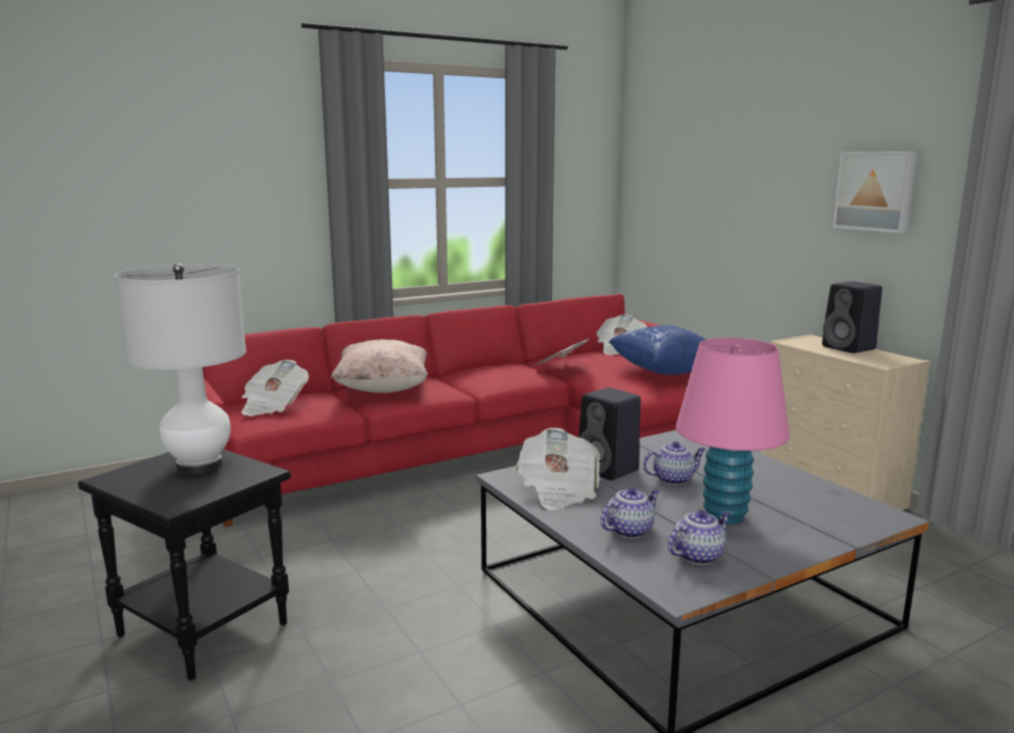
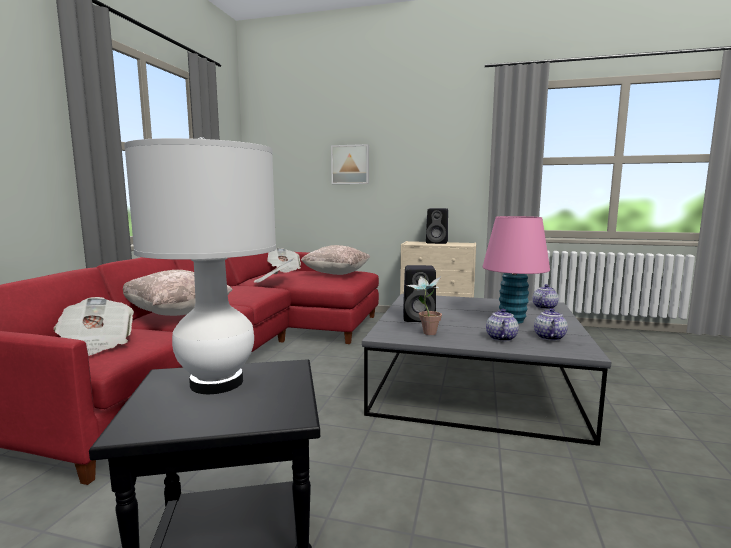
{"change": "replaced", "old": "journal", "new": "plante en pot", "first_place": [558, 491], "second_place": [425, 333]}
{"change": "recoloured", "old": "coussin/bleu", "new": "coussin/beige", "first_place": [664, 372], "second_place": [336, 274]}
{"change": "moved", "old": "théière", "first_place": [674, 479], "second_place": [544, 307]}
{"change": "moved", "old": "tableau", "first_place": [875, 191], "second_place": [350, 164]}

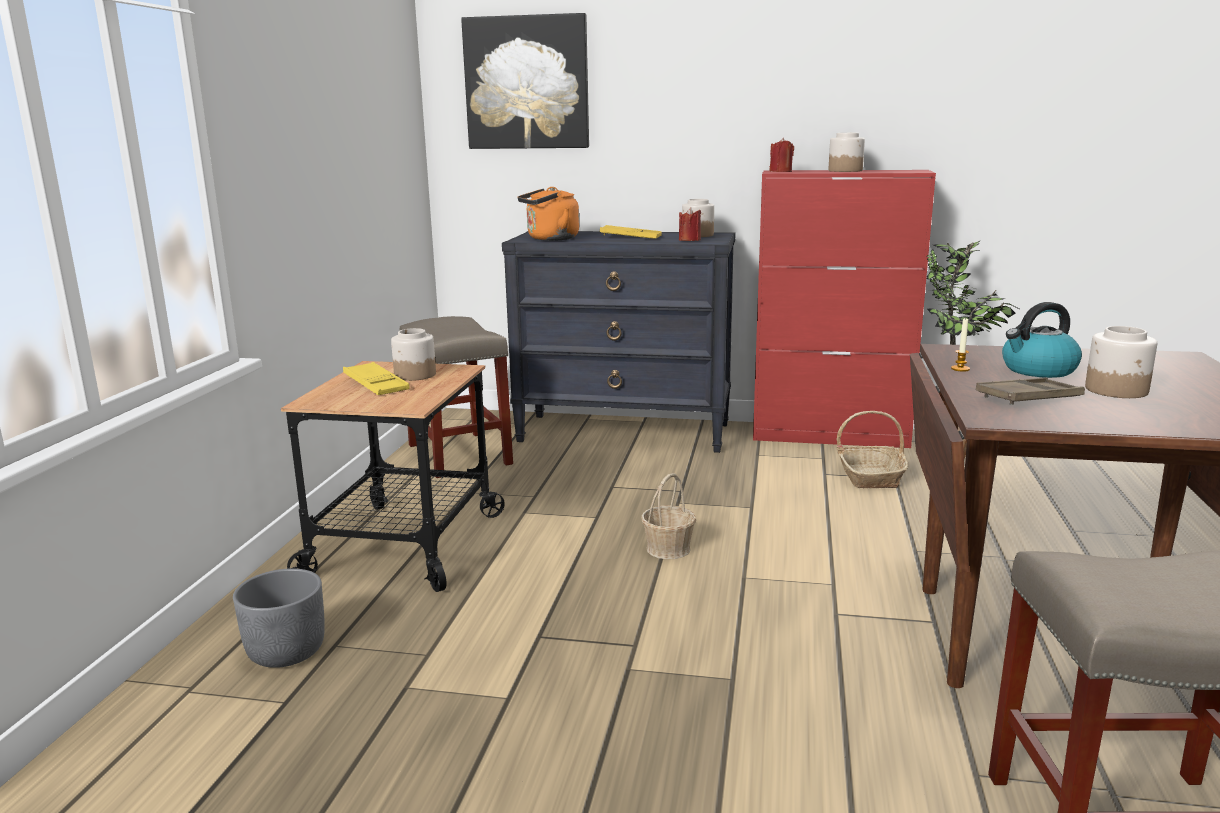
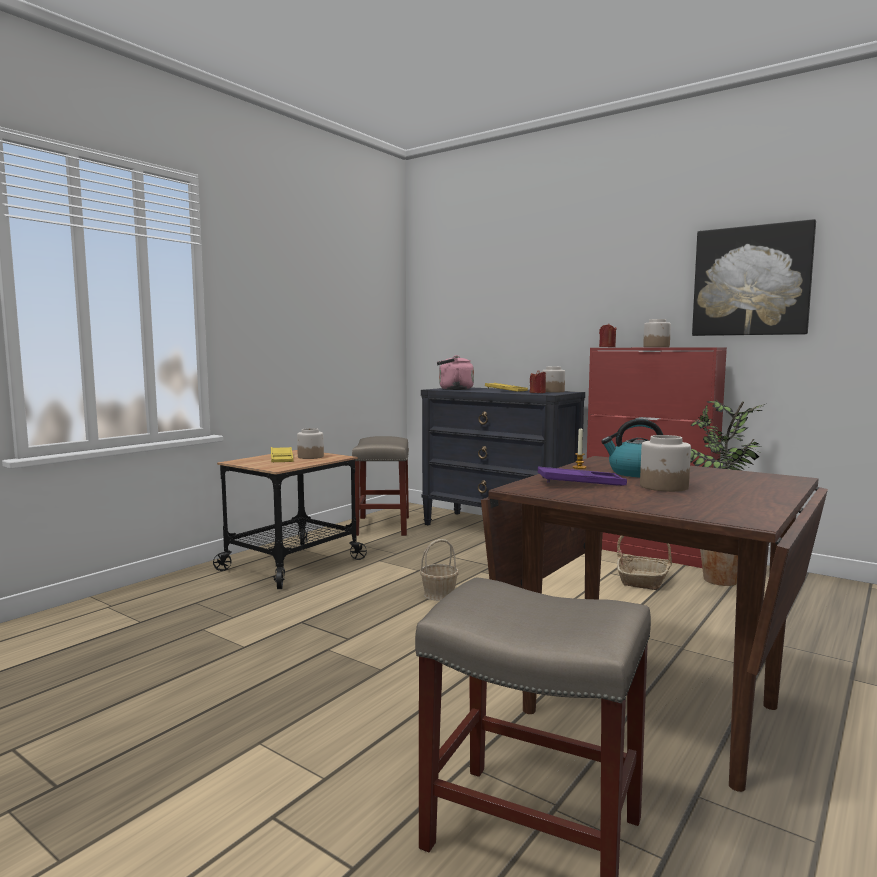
{"change": "removed", "old": "cache-pot/gris", "first_place": [285, 652]}
{"change": "moved", "old": "tableau", "first_place": [527, 83], "second_place": [751, 281]}
{"change": "recoloured", "old": "bouilloire/orange", "new": "bouilloire/rose", "first_place": [550, 239], "second_place": [453, 389]}
{"change": "recoloured", "old": "plateau/marron", "new": "plateau/violet", "first_place": [1029, 398], "second_place": [580, 483]}

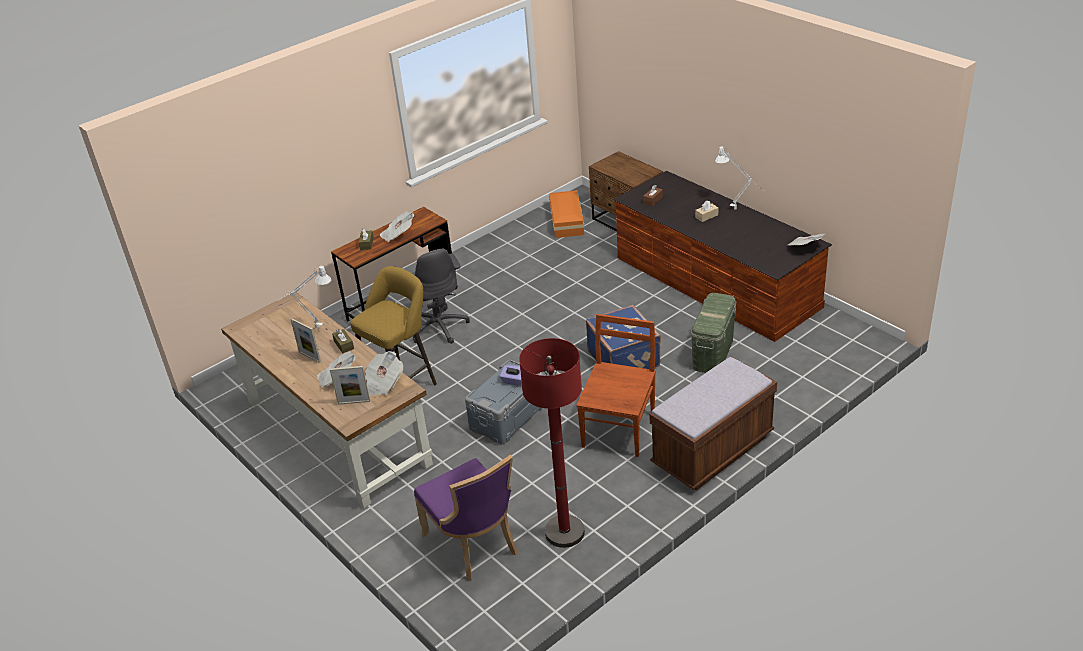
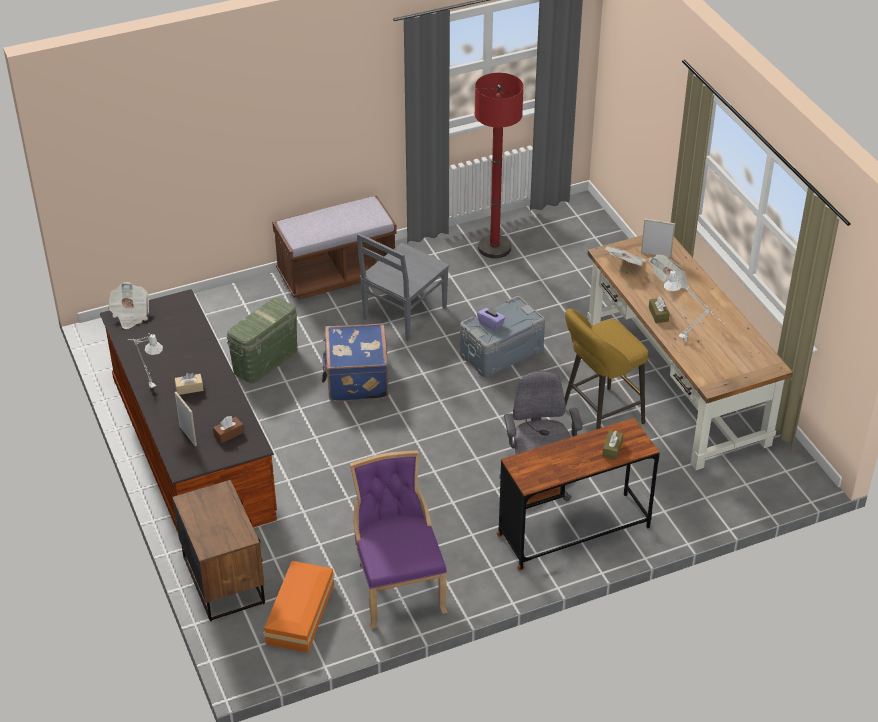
{"change": "moved", "old": "cadre photo", "first_place": [309, 357], "second_place": [188, 435]}
{"change": "removed", "old": "journal", "first_place": [398, 235]}
{"change": "moved", "old": "chaise/violet", "first_place": [474, 545], "second_place": [397, 586]}
{"change": "recoloured", "old": "chaise/marron", "new": "chaise/gris", "first_place": [619, 428], "second_place": [403, 314]}

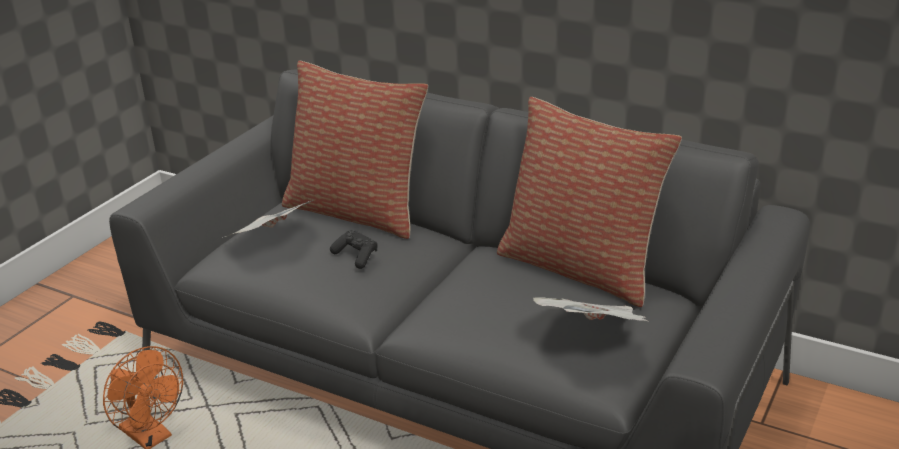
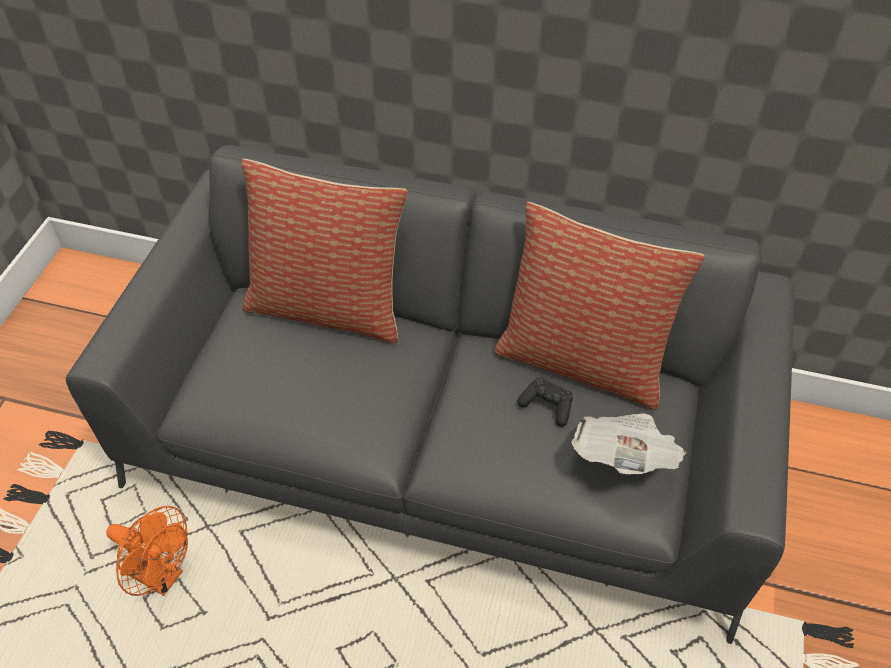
{"change": "removed", "old": "journal", "first_place": [271, 241]}
{"change": "moved", "old": "manette/noir", "first_place": [356, 256], "second_place": [547, 406]}

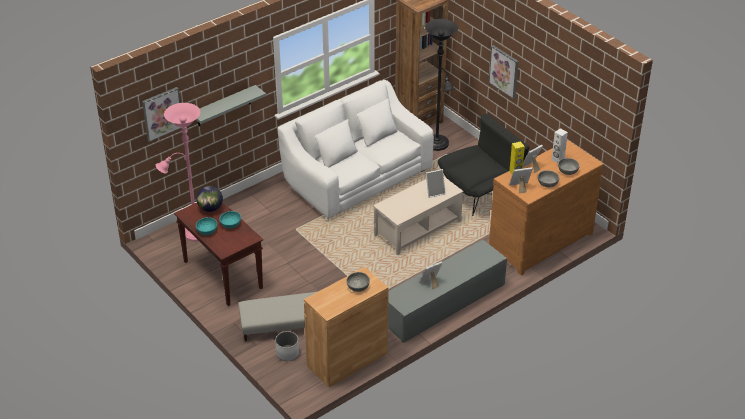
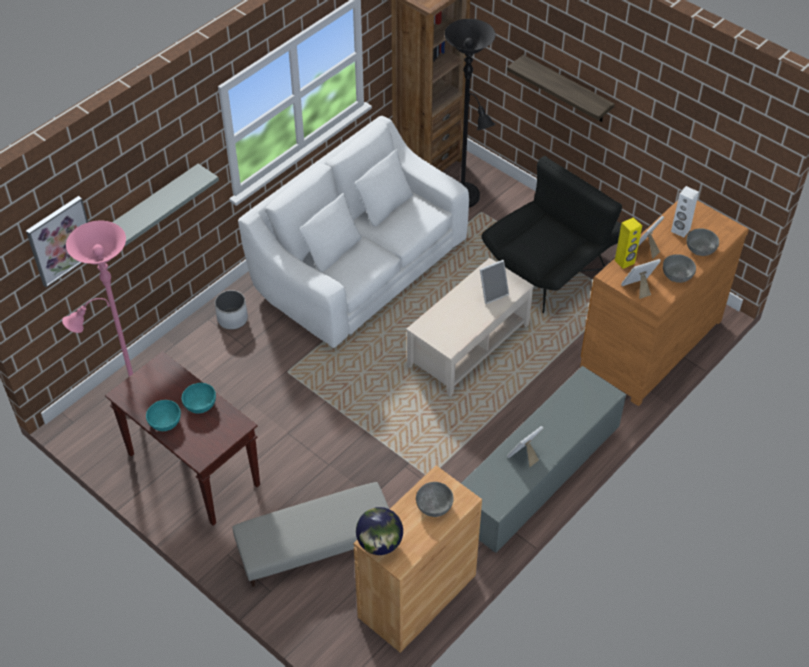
{"change": "moved", "old": "globe", "first_place": [210, 208], "second_place": [379, 543]}
{"change": "moved", "old": "cache-pot/blanc", "first_place": [287, 353], "second_place": [232, 318]}
{"change": "replaced", "old": "tableau", "new": "étagère", "first_place": [504, 71], "second_place": [566, 90]}

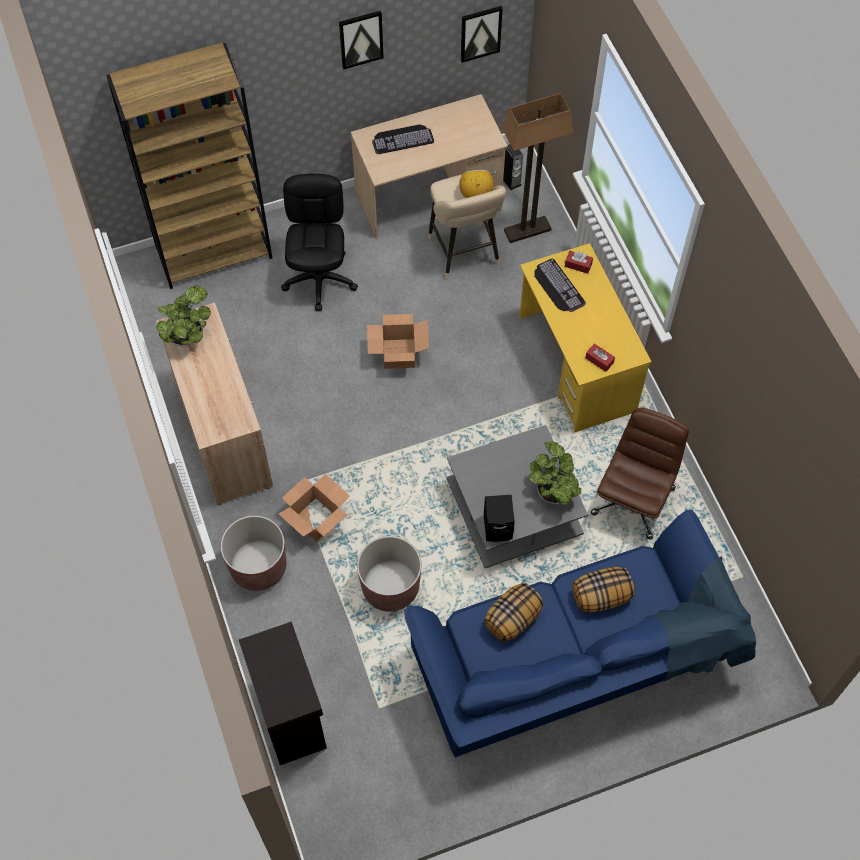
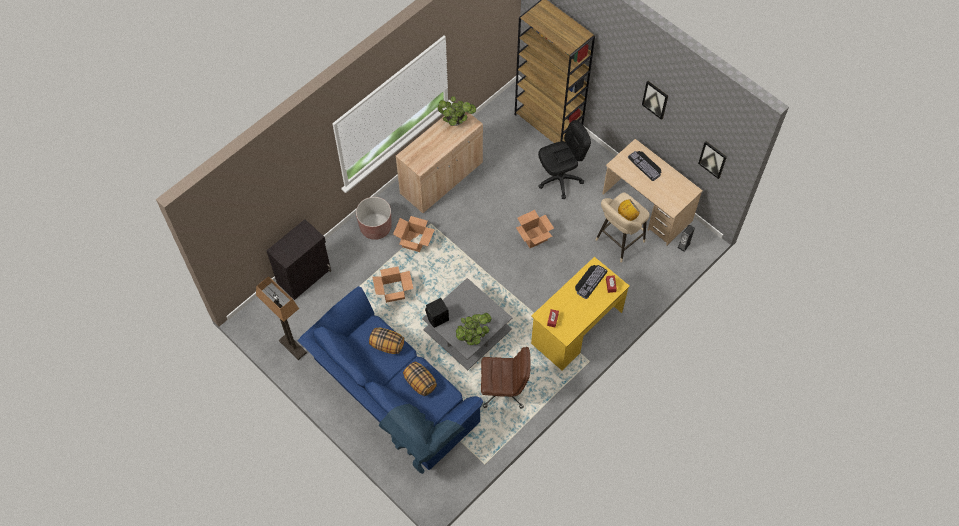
{"change": "replaced", "old": "cache-pot/marron", "new": "carton", "first_place": [390, 587], "second_place": [393, 291]}
{"change": "moved", "old": "lampadaire", "first_place": [527, 231], "second_place": [292, 347]}

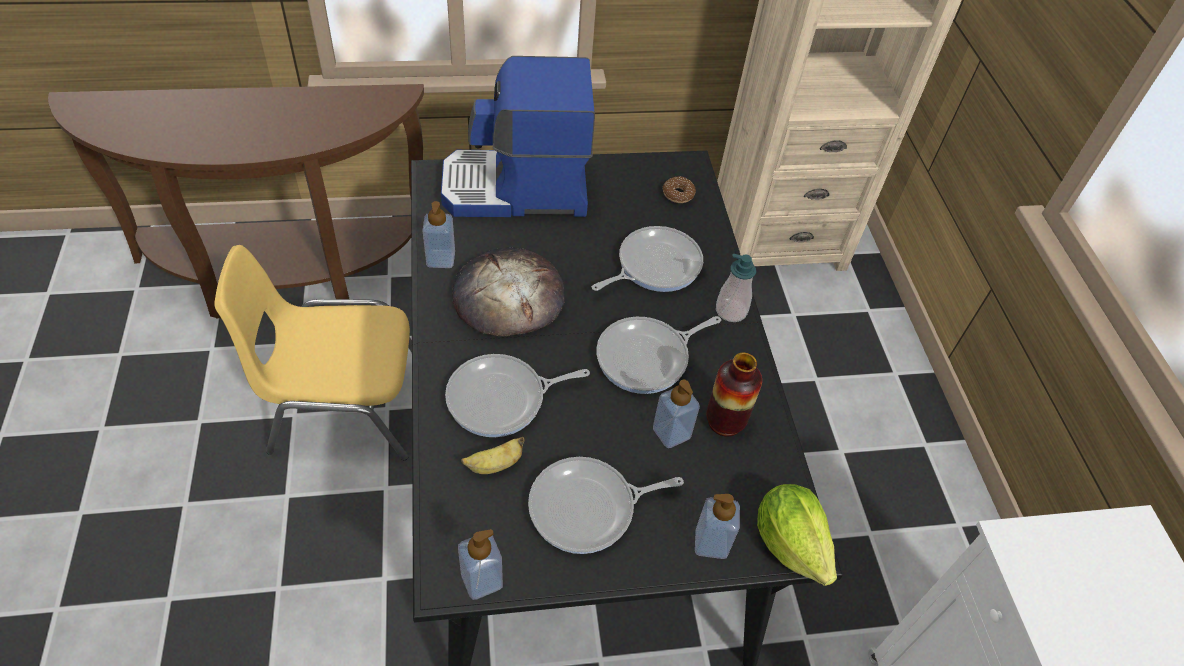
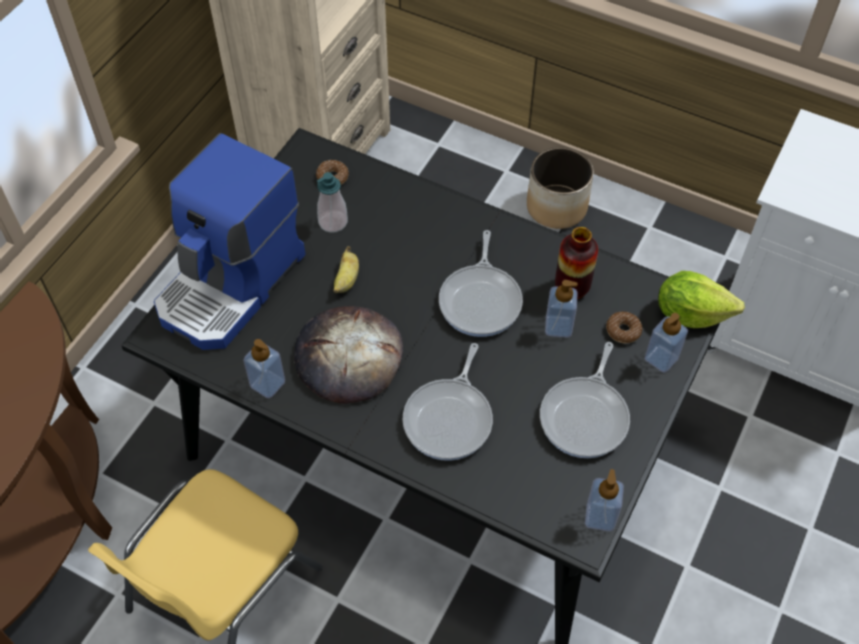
{"change": "moved", "old": "banane", "first_place": [494, 465], "second_place": [346, 280]}
{"change": "removed", "old": "poêle", "first_place": [654, 266]}
{"change": "moved", "old": "distributeur de savon", "first_place": [731, 311], "second_place": [333, 222]}
{"change": "added", "new": "cache-pot", "second_place": [556, 207]}
{"change": "added", "new": "beignet", "second_place": [623, 331]}

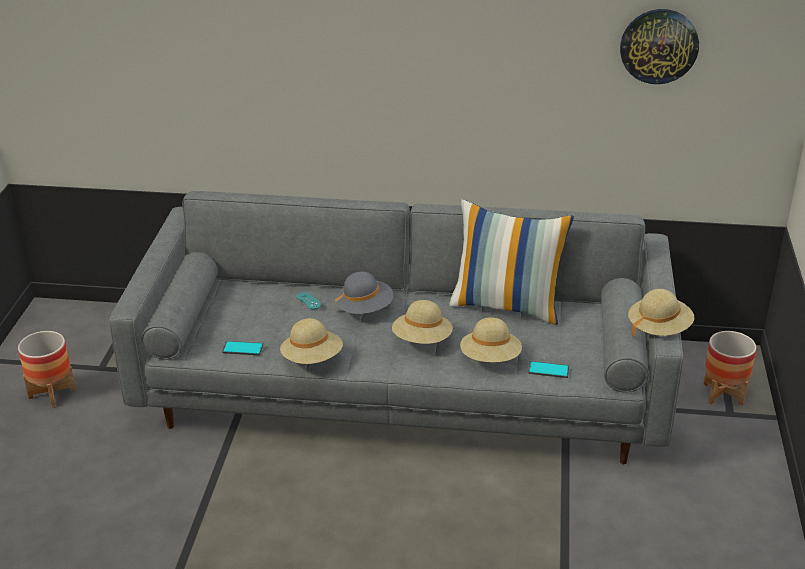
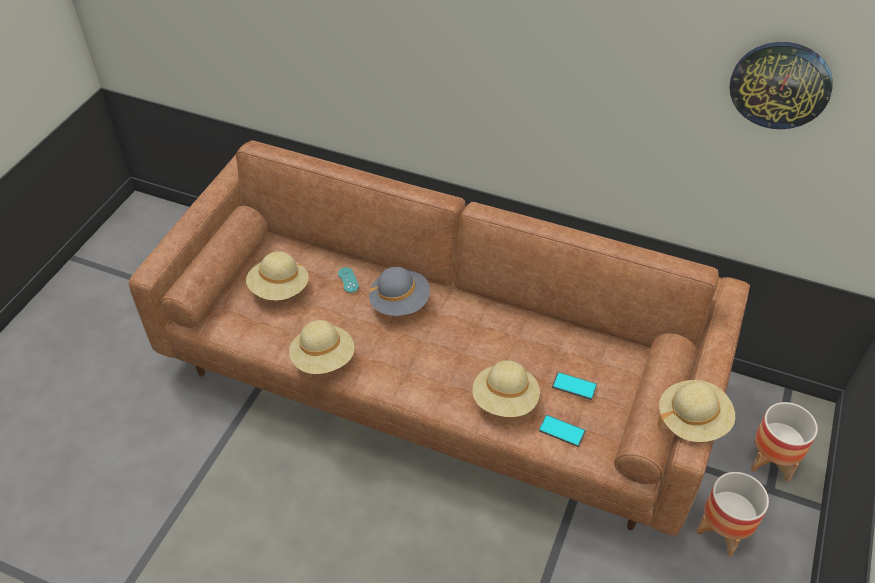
{"change": "moved", "old": "cache-pot", "first_place": [52, 394], "second_place": [722, 531]}
{"change": "recoloured", "old": "canapé/gris", "new": "canapé/marron", "first_place": [403, 387], "second_place": [437, 375]}
{"change": "moved", "old": "téléphone", "first_place": [242, 349], "second_place": [574, 386]}
{"change": "moved", "old": "chapeau/beige", "first_place": [422, 340], "second_place": [279, 289]}
{"change": "removed", "old": "coussin", "first_place": [507, 305]}

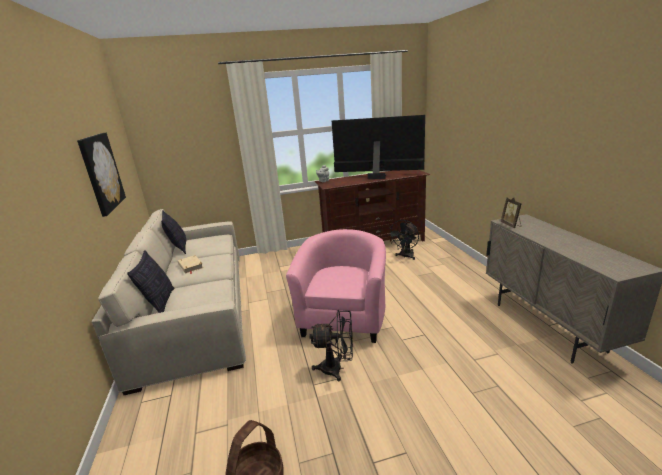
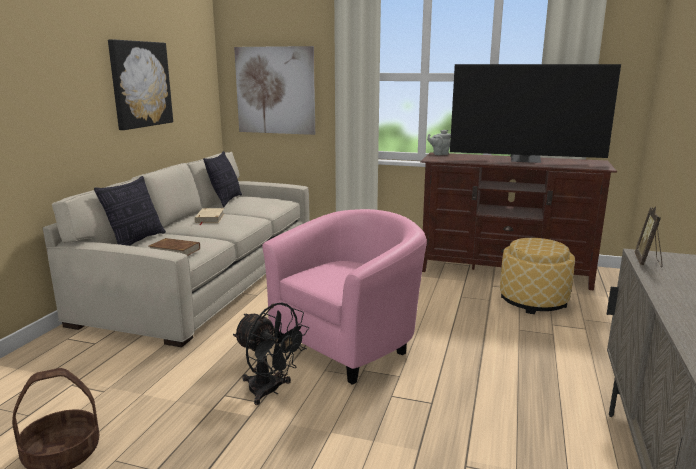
{"change": "turned", "old": "téléviseur", "first_place": [377, 176], "second_place": [526, 160], "degrees": 150}
{"change": "replaced", "old": "ventilateur/noir", "new": "pouf", "first_place": [405, 256], "second_place": [533, 301]}
{"change": "added", "new": "livre/marron", "second_place": [174, 251]}
{"change": "added", "new": "tableau", "second_place": [275, 90]}

